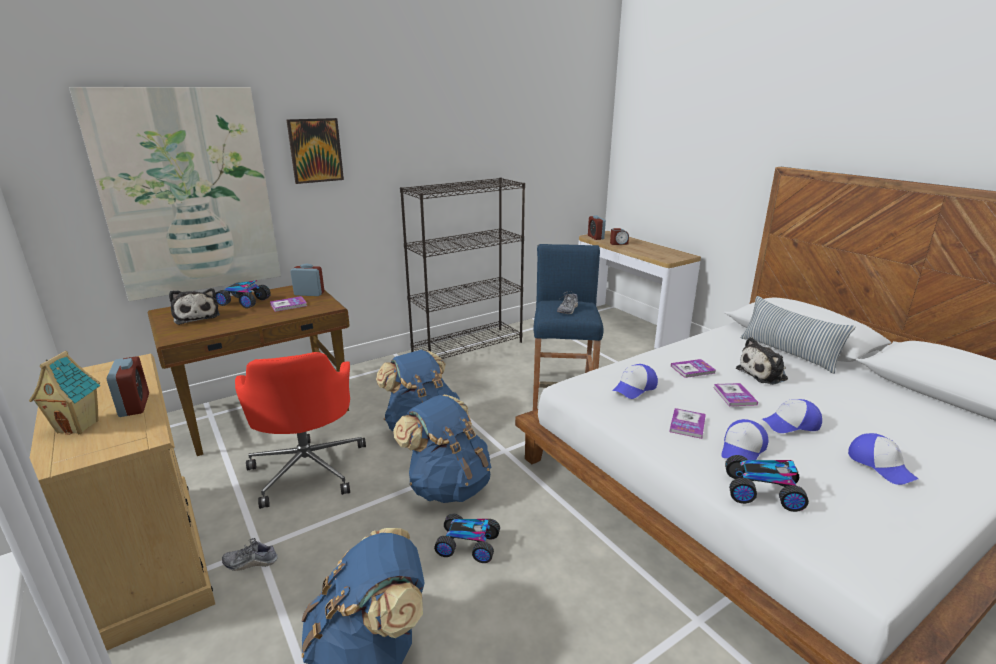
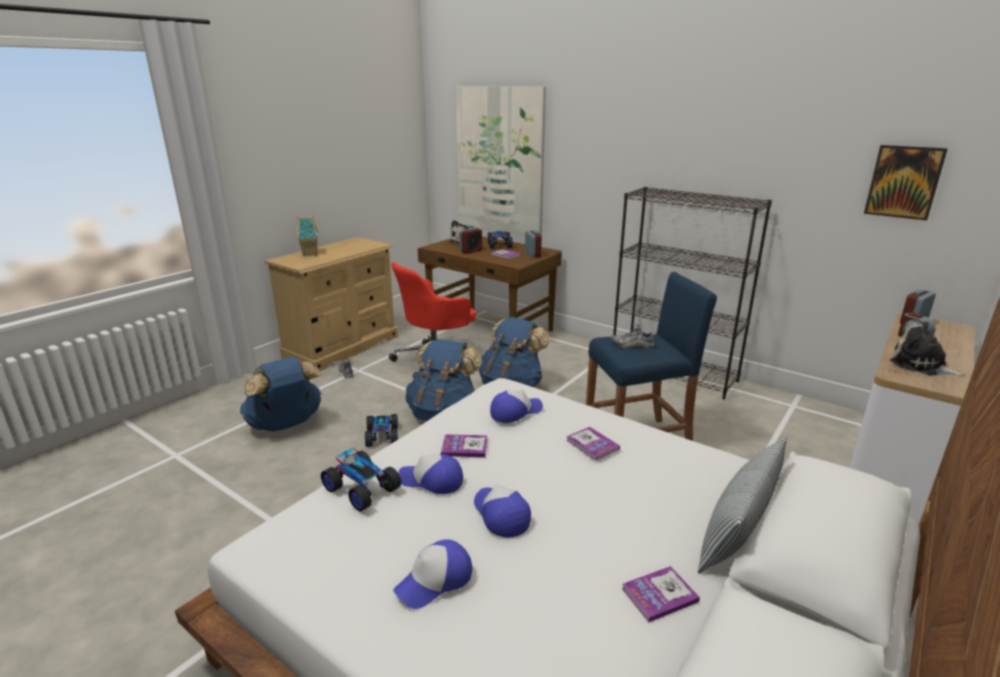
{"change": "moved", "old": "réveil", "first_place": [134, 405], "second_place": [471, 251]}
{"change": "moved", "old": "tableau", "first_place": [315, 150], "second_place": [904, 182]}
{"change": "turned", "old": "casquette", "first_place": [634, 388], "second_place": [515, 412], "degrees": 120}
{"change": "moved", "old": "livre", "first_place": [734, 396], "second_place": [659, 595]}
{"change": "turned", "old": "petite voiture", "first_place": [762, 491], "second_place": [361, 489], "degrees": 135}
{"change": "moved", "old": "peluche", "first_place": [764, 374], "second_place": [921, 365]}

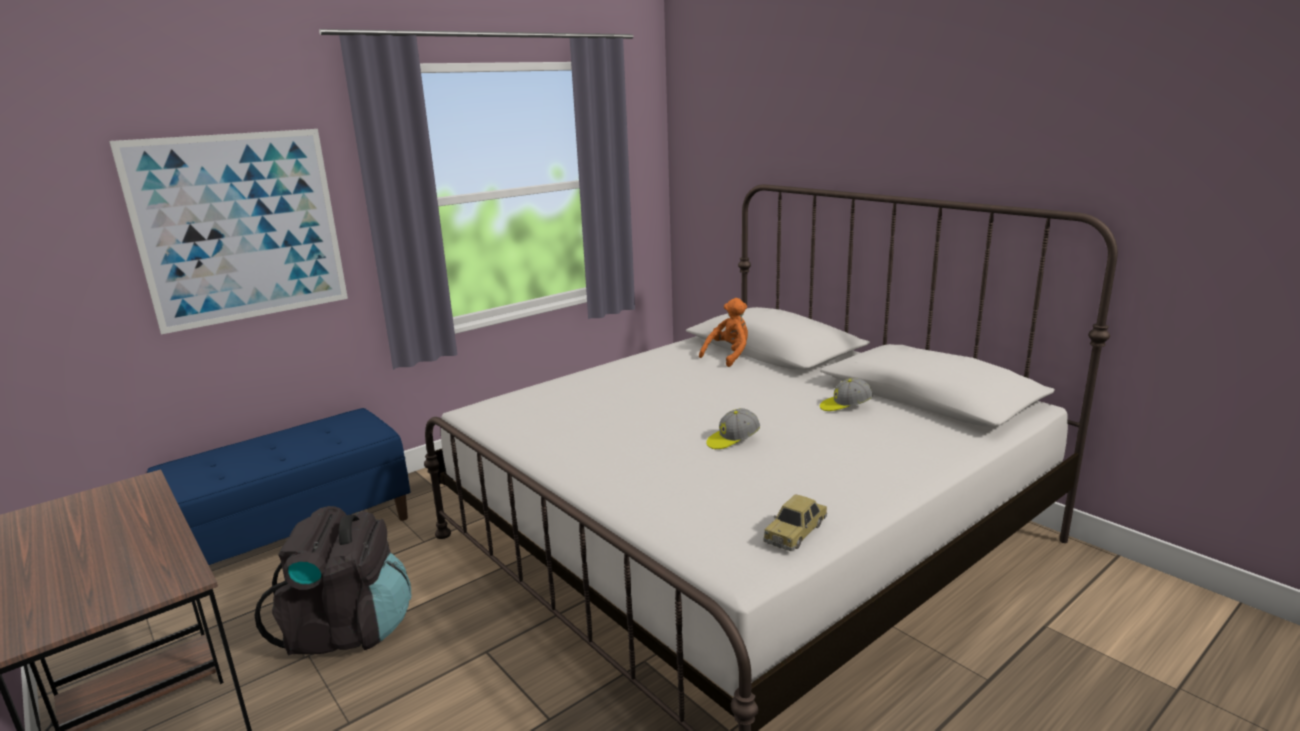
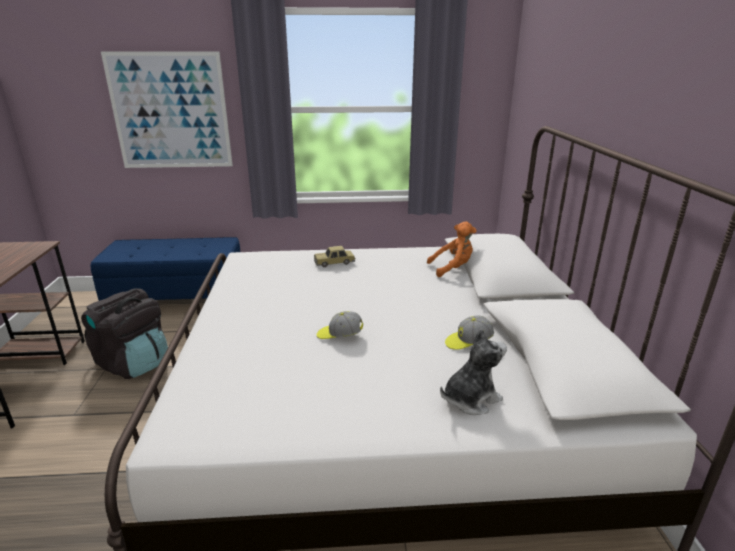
{"change": "moved", "old": "petite voiture", "first_place": [795, 532], "second_place": [334, 263]}
{"change": "turned", "old": "casquette", "first_place": [845, 406], "second_place": [468, 342], "degrees": -45}
{"change": "added", "new": "peluche", "second_place": [470, 399]}

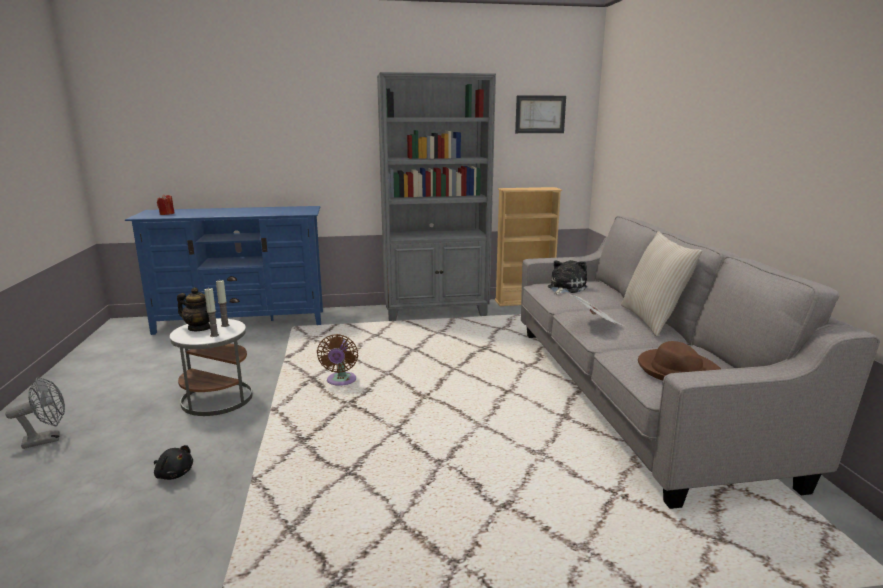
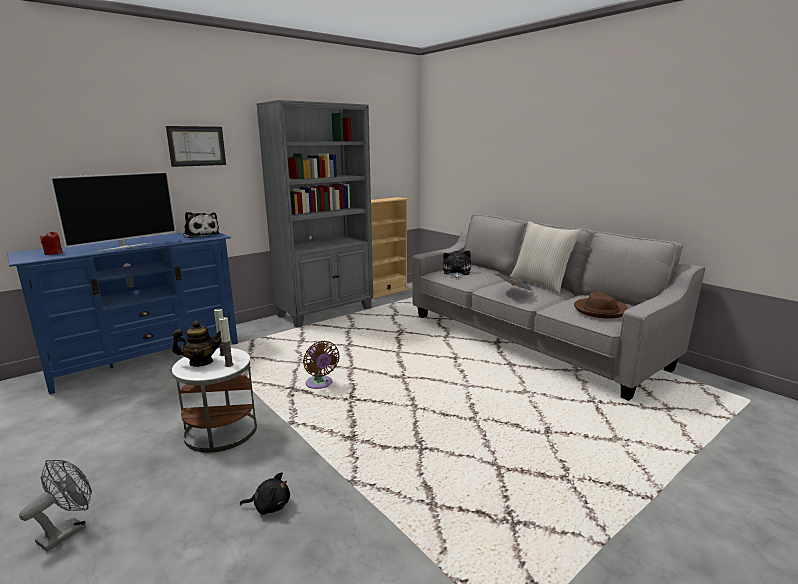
{"change": "moved", "old": "tableau", "first_place": [540, 114], "second_place": [196, 146]}
{"change": "added", "new": "téléviseur", "second_place": [124, 247]}
{"change": "added", "new": "peluche", "second_place": [201, 235]}

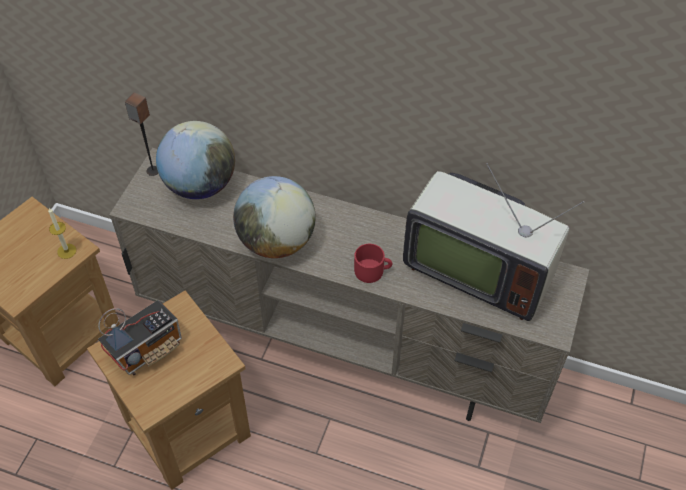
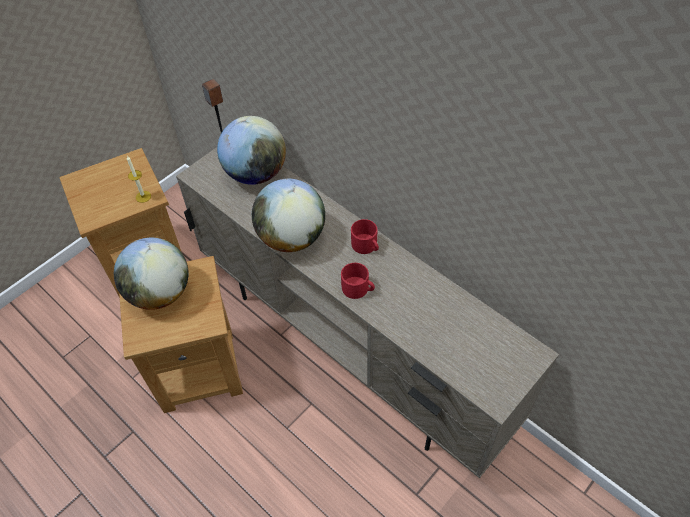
{"change": "replaced", "old": "radio", "new": "globe", "first_place": [147, 349], "second_place": [160, 293]}
{"change": "removed", "old": "téléviseur", "first_place": [477, 269]}
{"change": "added", "new": "mug/rouge", "second_place": [366, 246]}

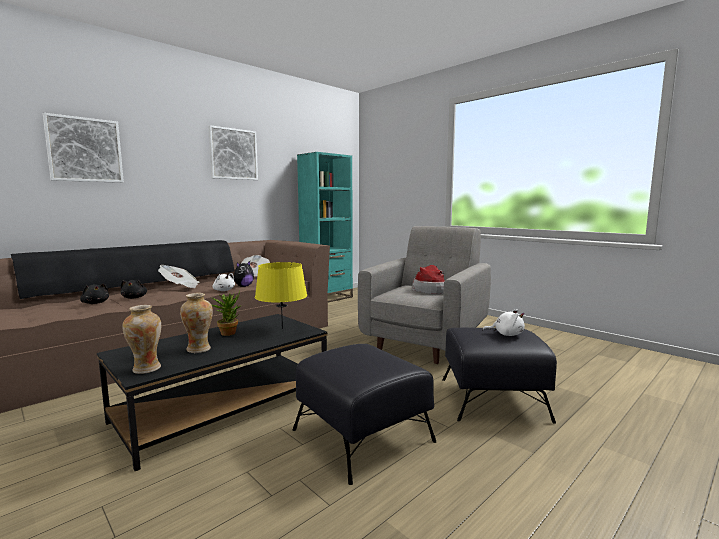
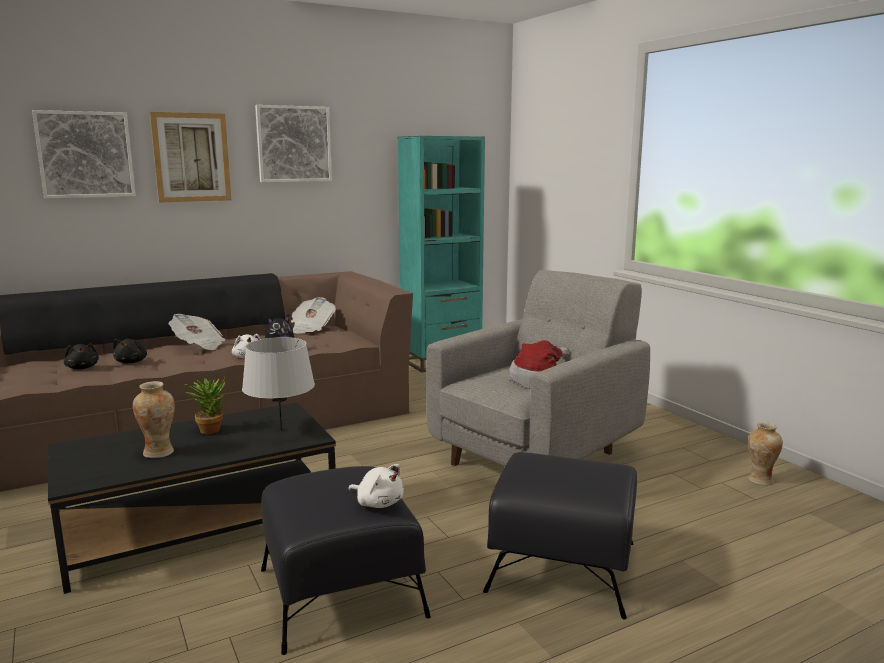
{"change": "moved", "old": "vase", "first_place": [146, 369], "second_place": [760, 480]}
{"change": "recoloured", "old": "lampe de table/jaune", "new": "lampe de table/gris", "first_place": [282, 328], "second_place": [281, 430]}
{"change": "moved", "old": "peluche/blanc", "first_place": [506, 334], "second_place": [378, 503]}
{"change": "added", "new": "tableau", "second_place": [191, 157]}

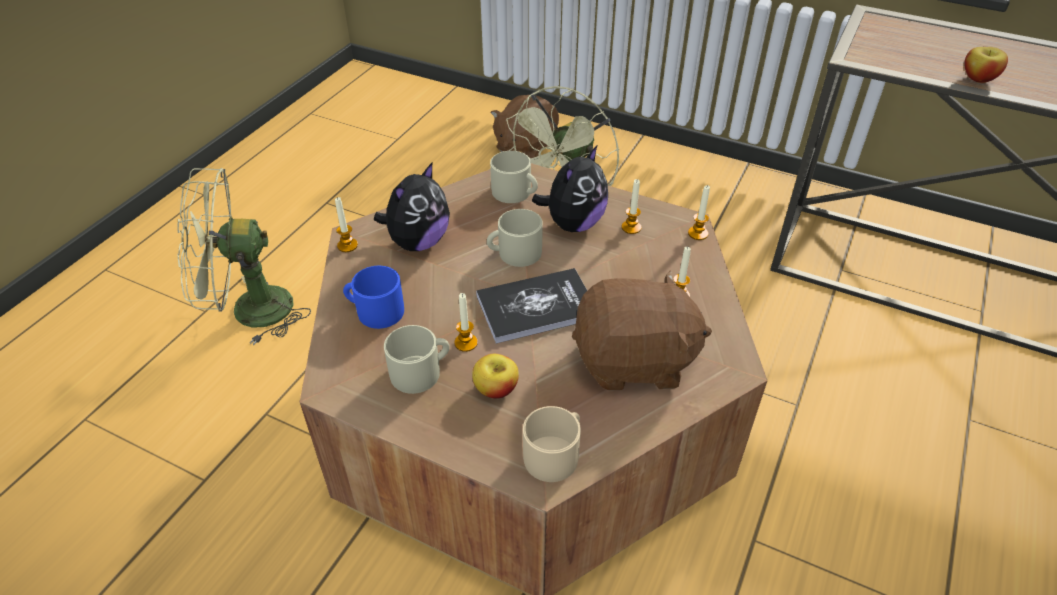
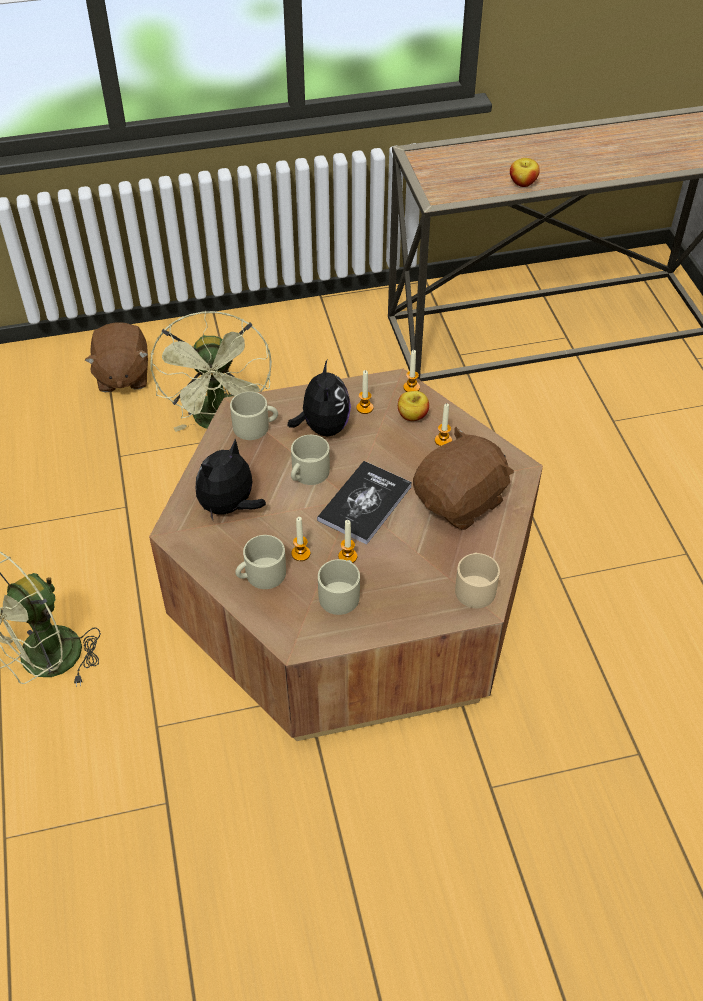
{"change": "moved", "old": "bougie", "first_place": [347, 245], "second_place": [301, 553]}
{"change": "recoloured", "old": "mug/bleu", "new": "mug/beige", "first_place": [375, 311], "second_place": [261, 575]}
{"change": "turned", "old": "peluche", "first_place": [418, 242], "second_place": [229, 507], "degrees": -135}
{"change": "moved", "old": "pomme", "first_place": [496, 389], "second_place": [412, 416]}

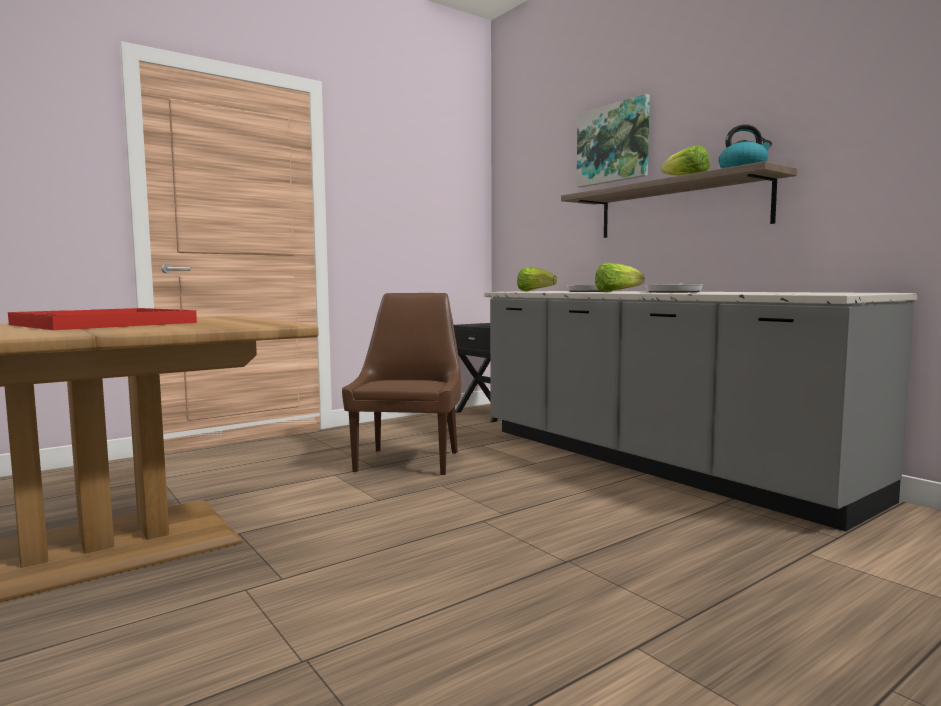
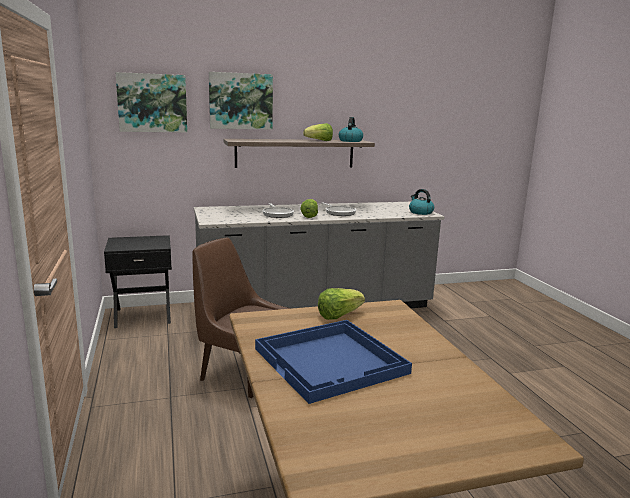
{"change": "recoloured", "old": "plateau/rouge", "new": "plateau/bleu", "first_place": [103, 324], "second_place": [332, 361]}
{"change": "moved", "old": "laitue", "first_place": [535, 291], "second_place": [339, 315]}
{"change": "added", "new": "tableau", "second_place": [152, 103]}
{"change": "added", "new": "bouilloire", "second_place": [420, 212]}

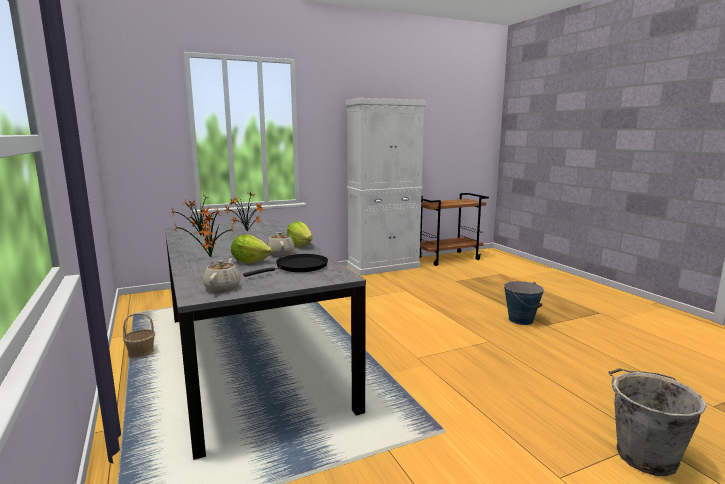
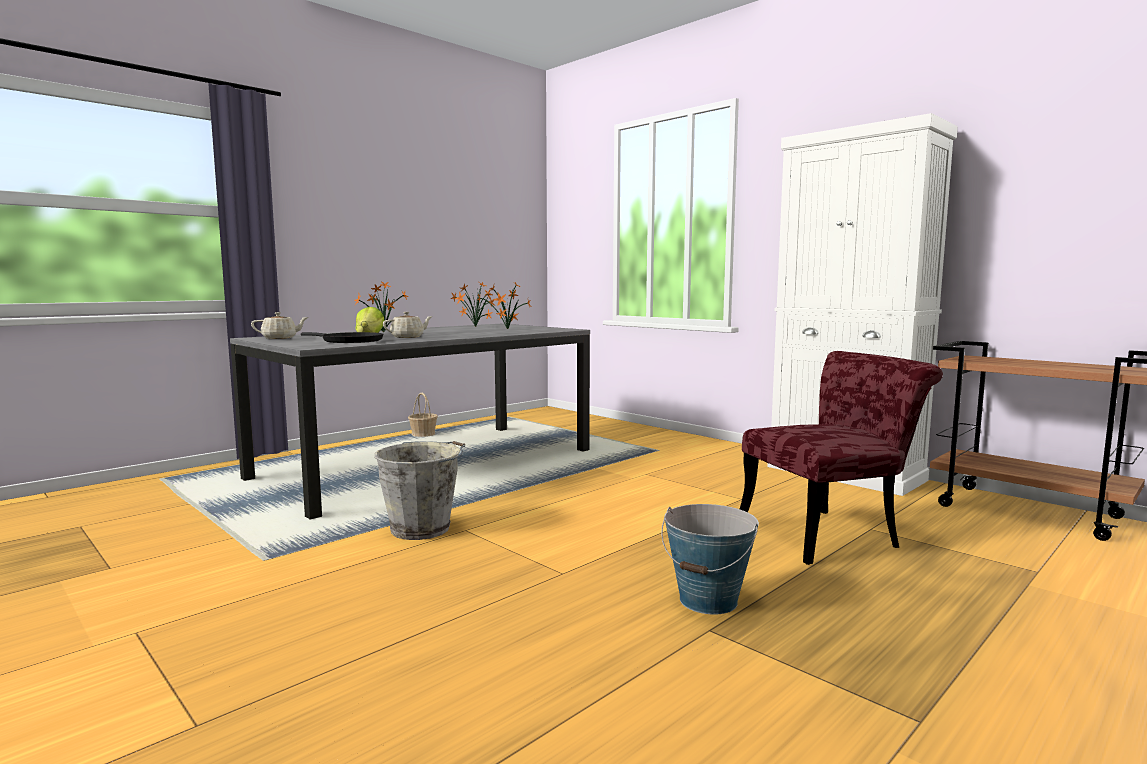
{"change": "removed", "old": "laitue", "first_place": [300, 245]}
{"change": "moved", "old": "seau/gris", "first_place": [644, 455], "second_place": [423, 528]}
{"change": "added", "new": "chaise/rouge", "second_place": [829, 533]}

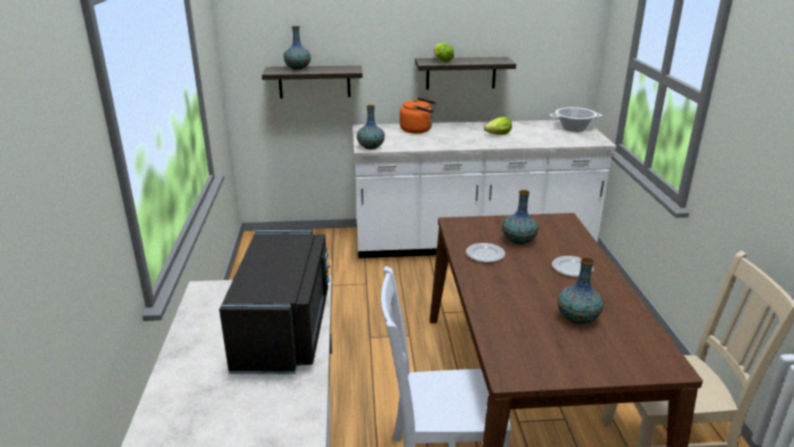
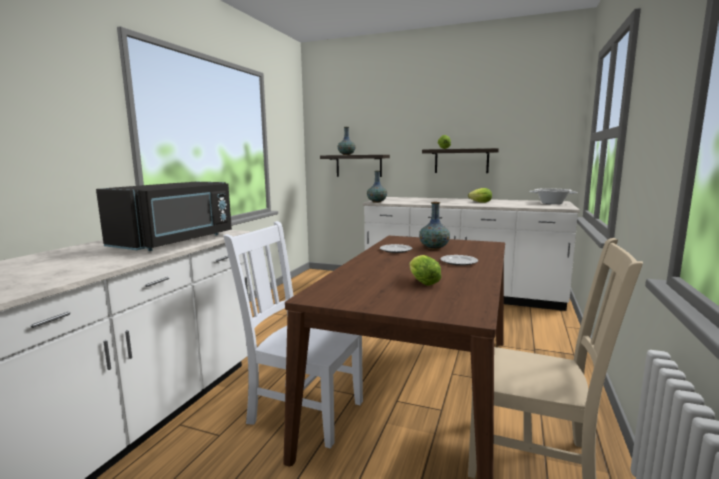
{"change": "removed", "old": "bouilloire/orange", "first_place": [418, 130]}
{"change": "replaced", "old": "vase", "new": "laitue", "first_place": [577, 318], "second_place": [422, 282]}

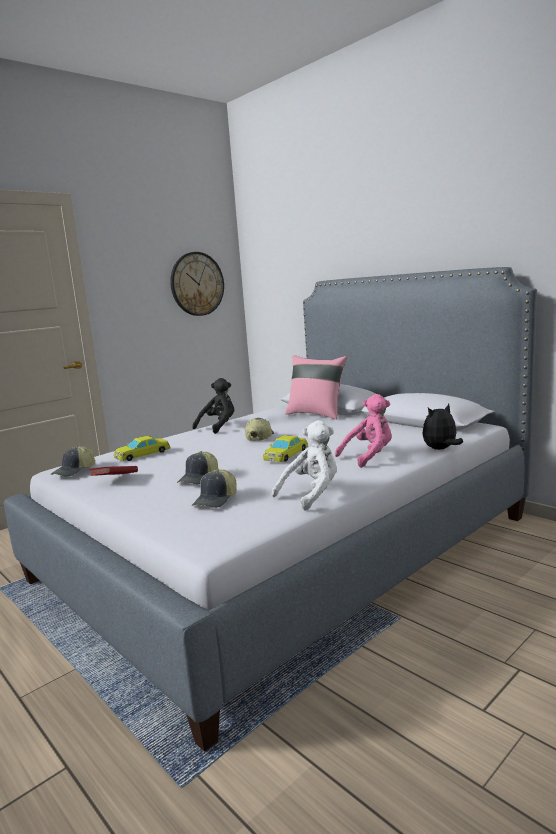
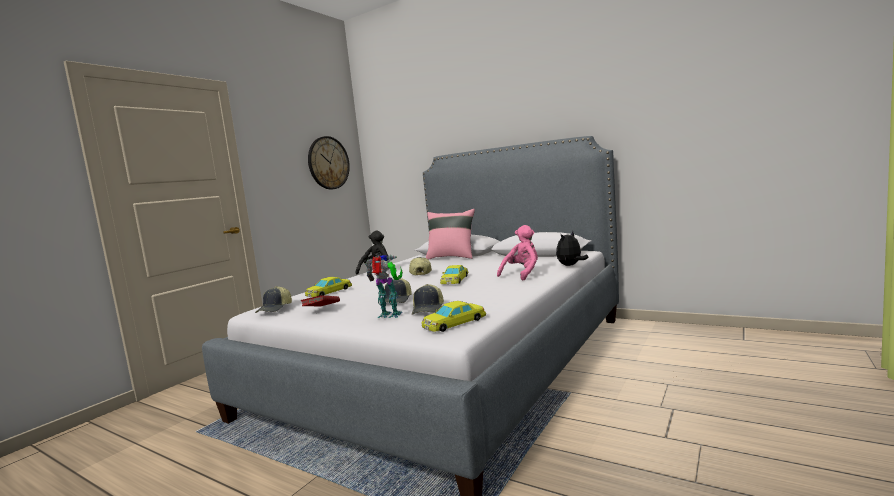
{"change": "removed", "old": "peluche/blanc", "first_place": [312, 494]}
{"change": "added", "new": "robot jouet", "second_place": [390, 315]}
{"change": "added", "new": "petite voiture/jaune", "second_place": [454, 323]}

